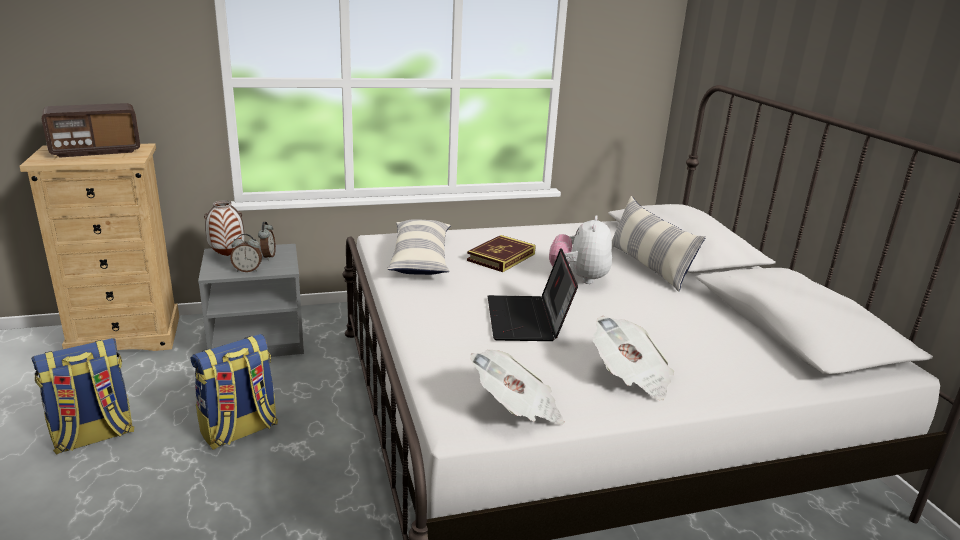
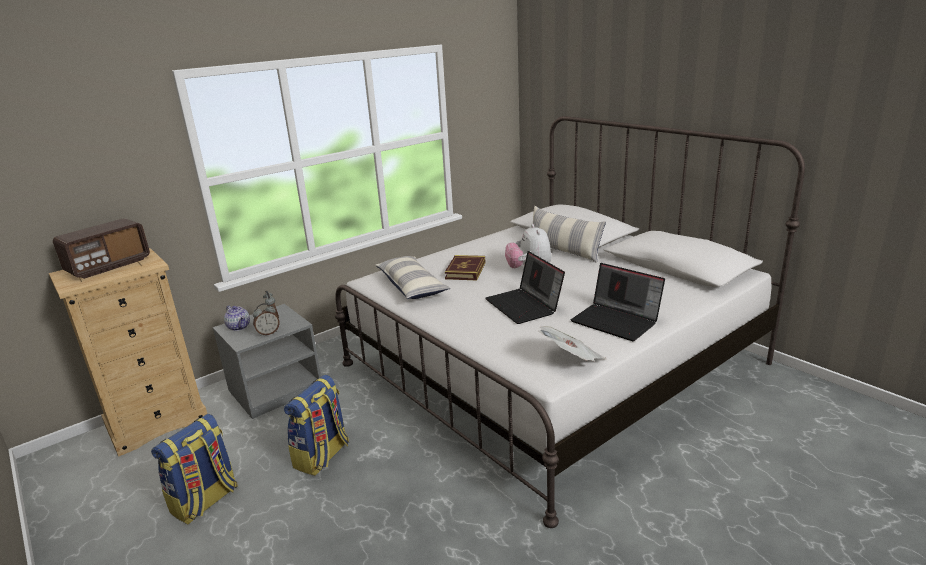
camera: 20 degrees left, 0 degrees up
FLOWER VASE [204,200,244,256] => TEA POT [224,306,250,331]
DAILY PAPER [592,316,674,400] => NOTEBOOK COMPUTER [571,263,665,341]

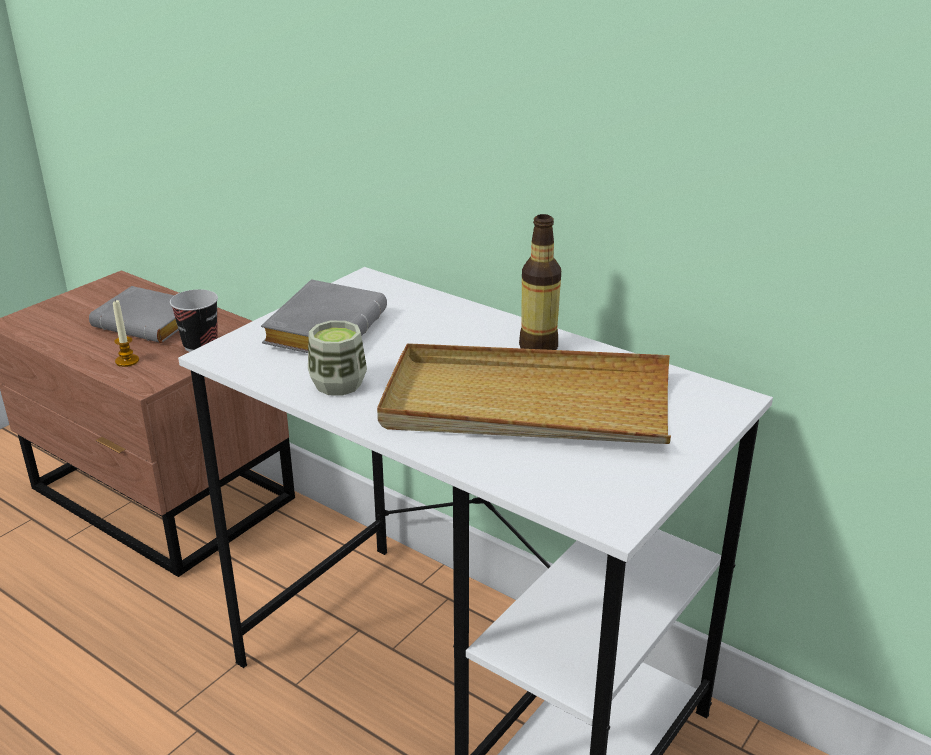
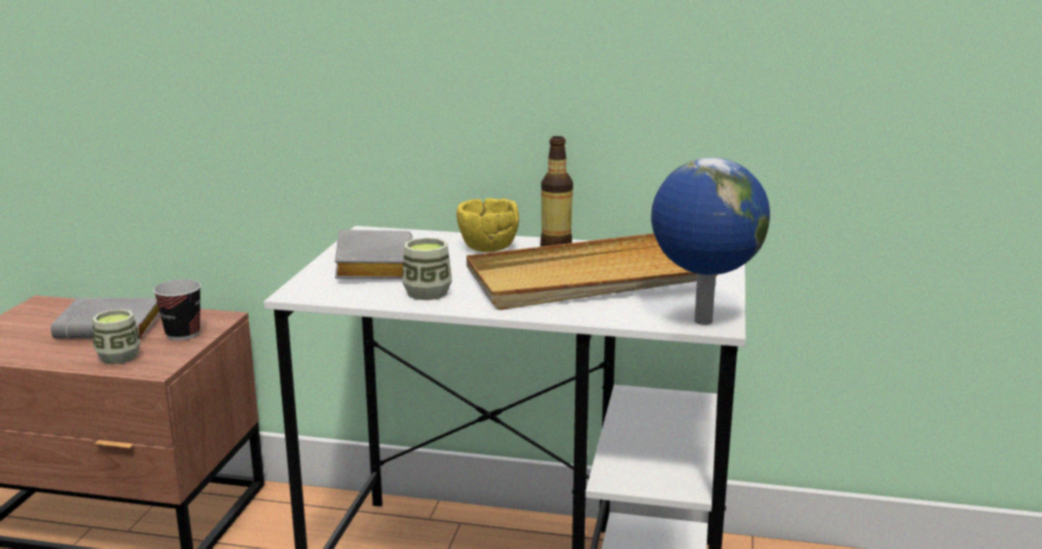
camera: 25 degrees left, 10 degrees down
CANDLE [113,299,139,367] => DRINKING CUP [92,309,141,364]
nothing => YELLOW SERVING BOWL [457,198,519,252]
nothing => GLOBE [651,158,770,325]

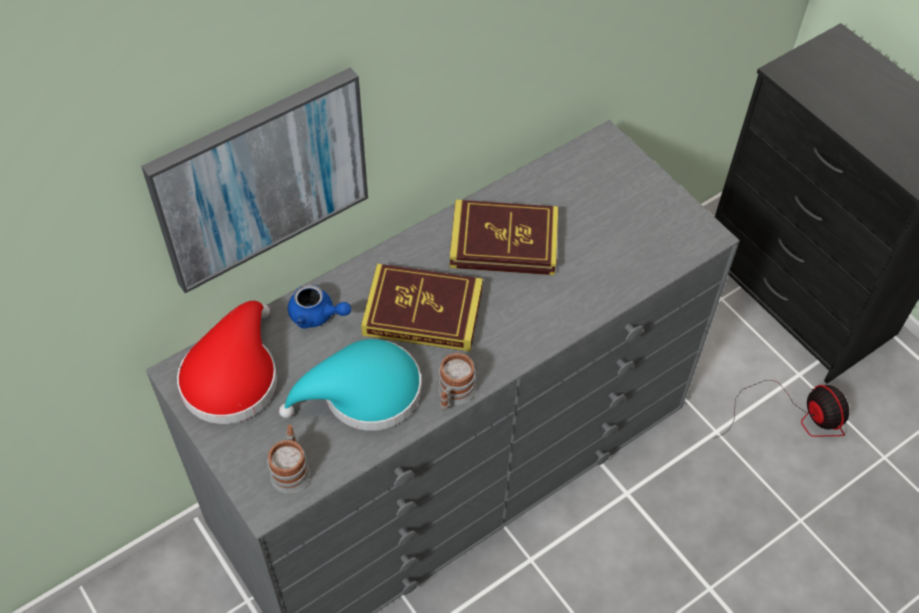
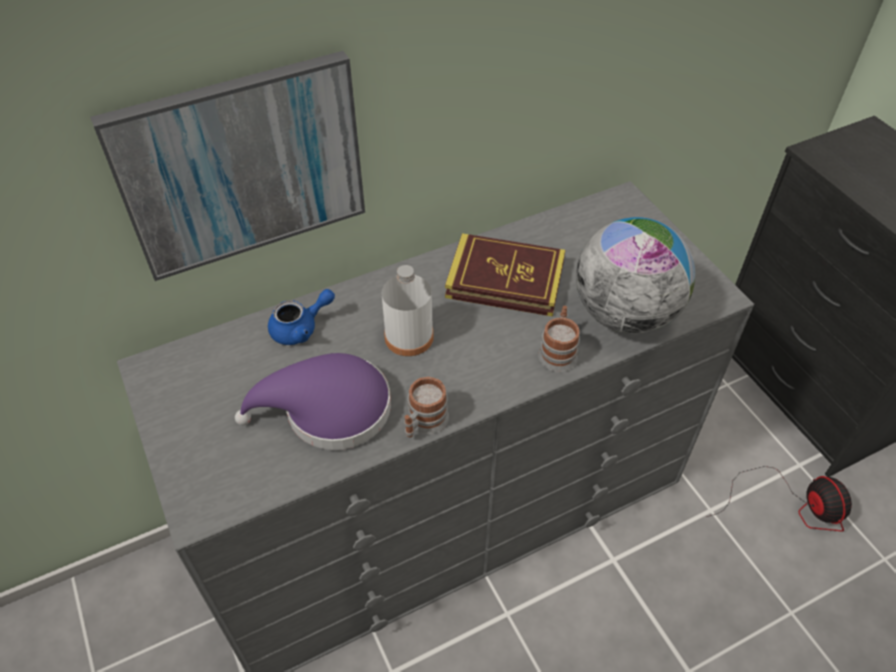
camera: 10 degrees right, 5 degrees down
TURQUOISE HAT [279,339,421,431] => PURPLISH HAT [235,353,391,450]
BLUE TEA POT [288,284,351,329] => BLUE TEA POT [268,289,335,345], 60 degrees counterclockwise
BOUND BOOK [361,264,483,352] => WHITE-COLOURED BOTTLE [382,265,434,356]
TEA MUG [268,425,311,493] => TEA MUG [538,306,580,372], move
nothing => GLOBE [576,217,695,334]
RED HAT [177,301,277,424] => nothing

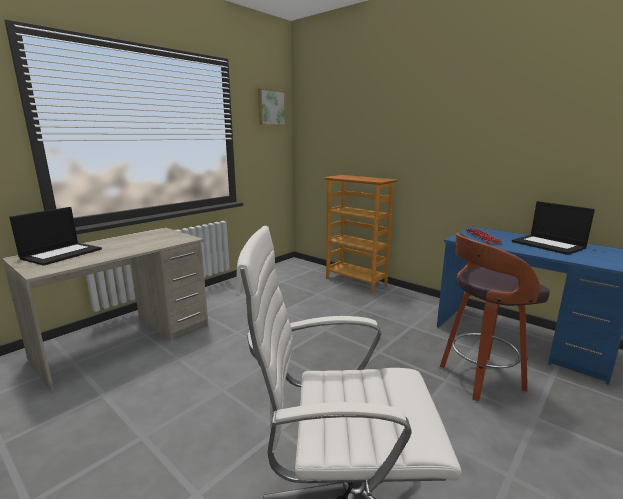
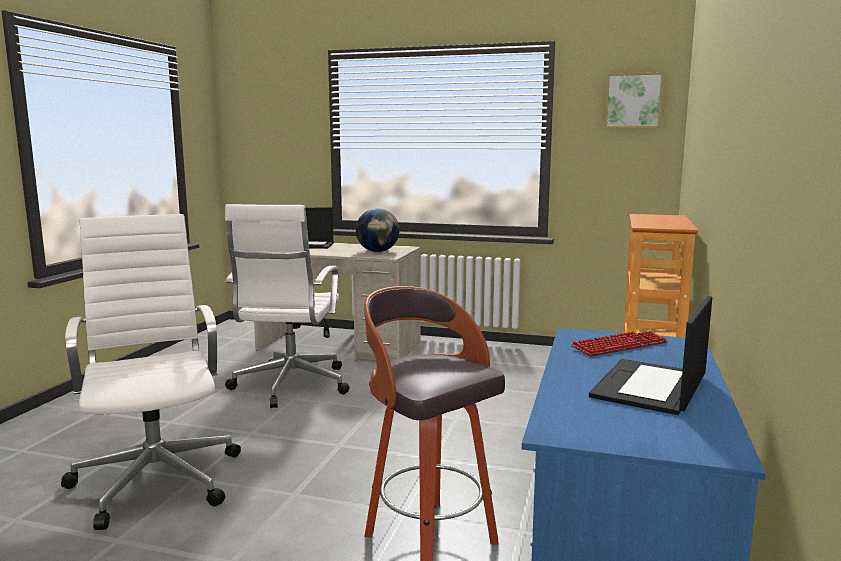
camera: 65 degrees right, 5 degrees down
nothing => WHITE-COLOURED DESK CHAIR [225,204,350,408]
nothing => GLOBE [356,208,399,252]

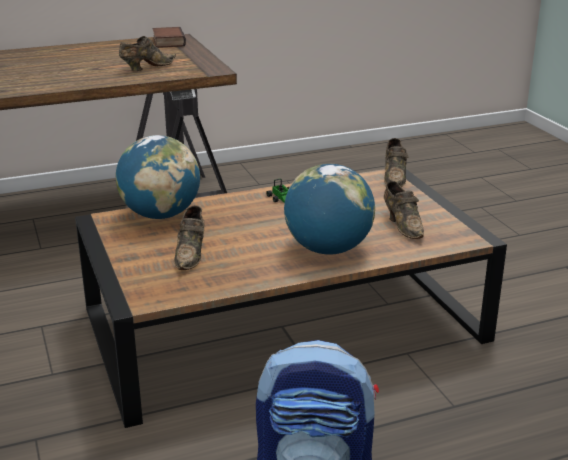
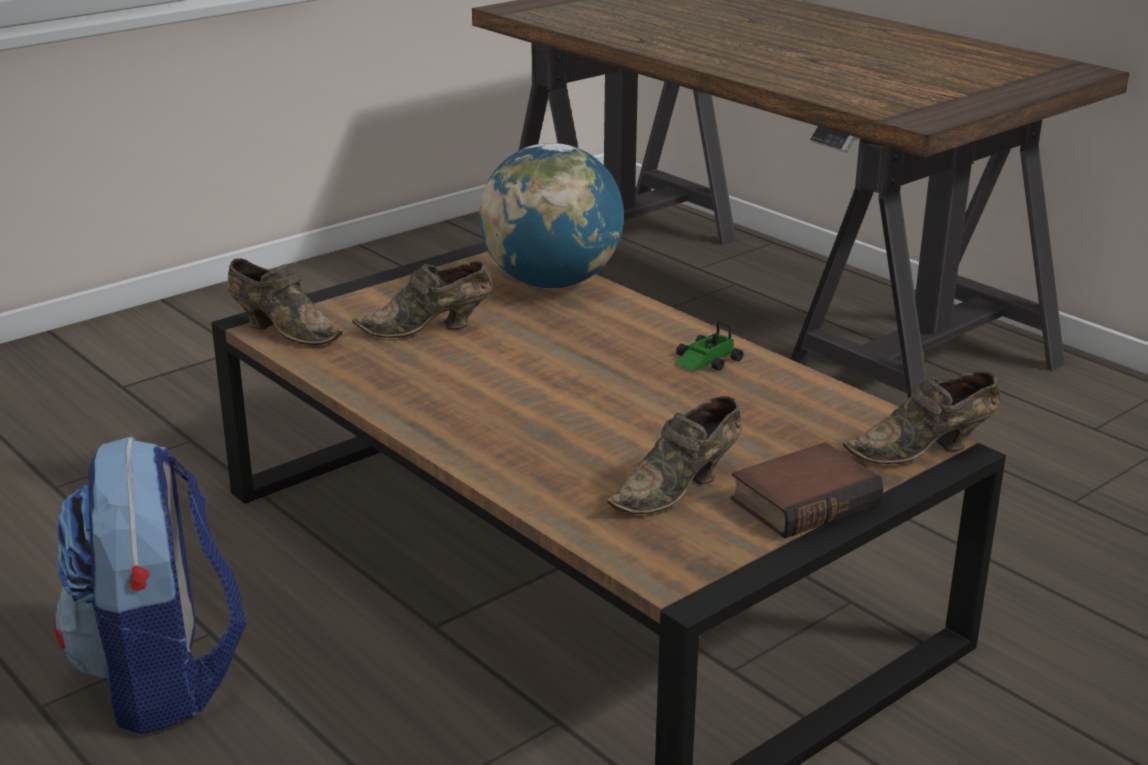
camera: 70 degrees right, 0 degrees up
BROWN-COLOURED SHOE [119,36,176,71] => BROWN-COLOURED SHOE [227,259,343,345], move
BOUND BOOK [153,27,186,48] => BOUND BOOK [731,442,883,538], move
GLOBE [284,164,375,254] => nothing

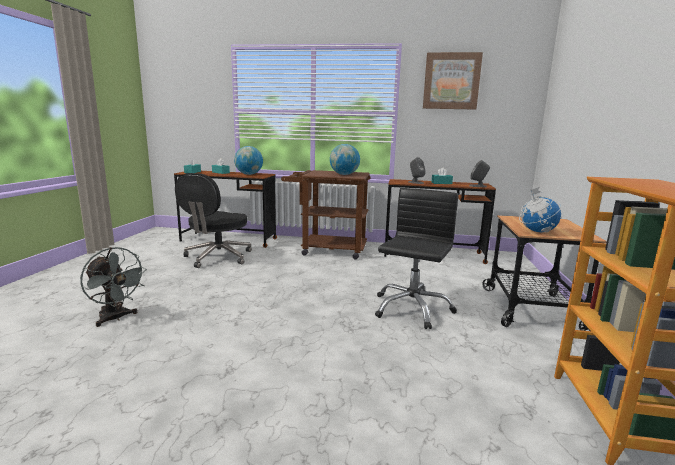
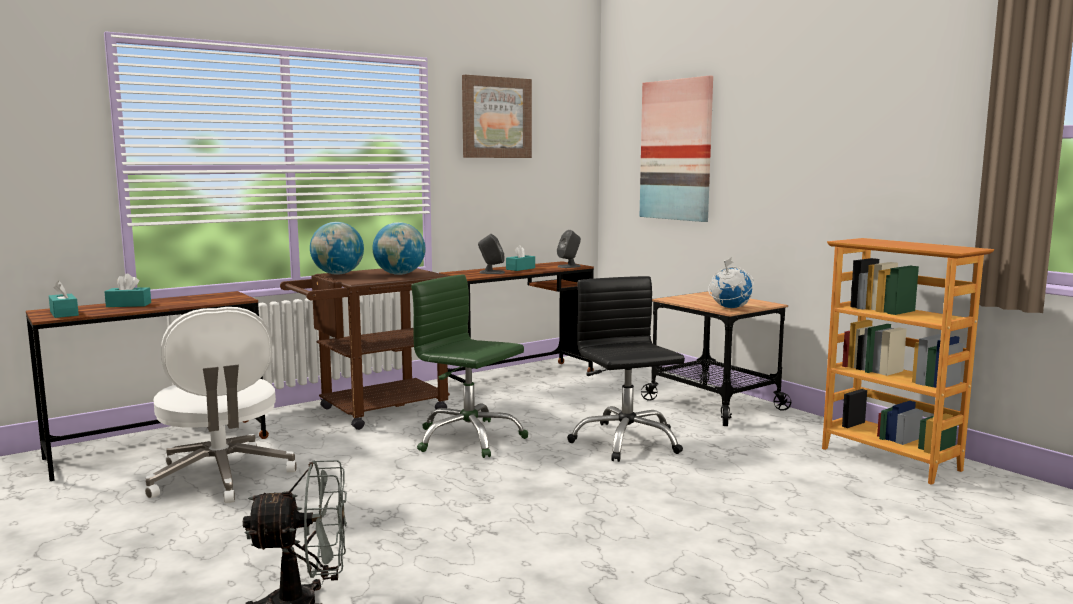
camera: 45 degrees left, 5 degrees down
BLACK DESK CHAIR [175,173,252,268] => WHITE-COLOURED DESK CHAIR [145,307,297,503]
GLOBE [234,146,263,175] => GLOBE [310,222,364,275], move
nothing => GREENISH DESK CHAIR [411,274,528,458]
nothing => WALL PICTURE [640,76,713,222]

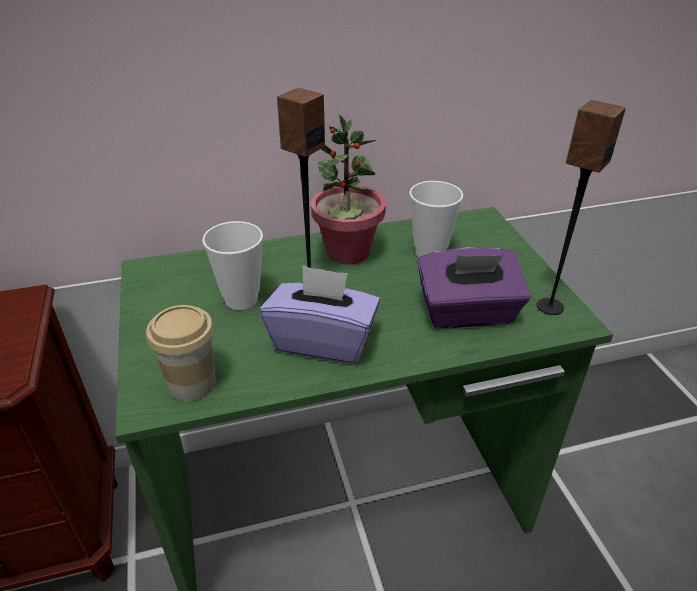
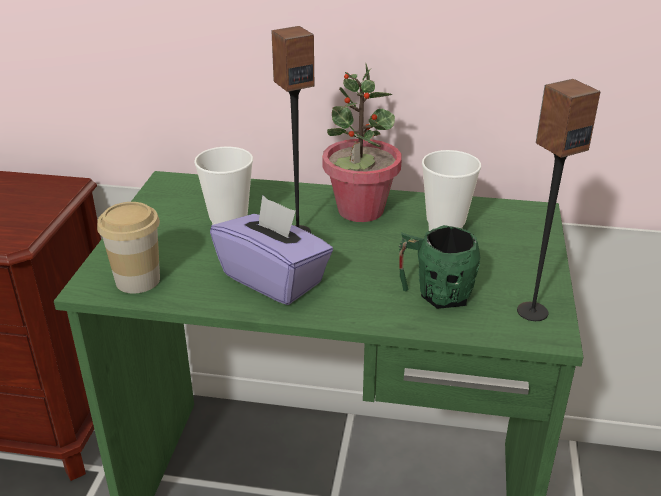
camera: 25 degrees right, 5 degrees down
PURPLISH BOX OF TISSUES [417,247,530,328] => GREENISH TEA MUG [399,225,481,309]

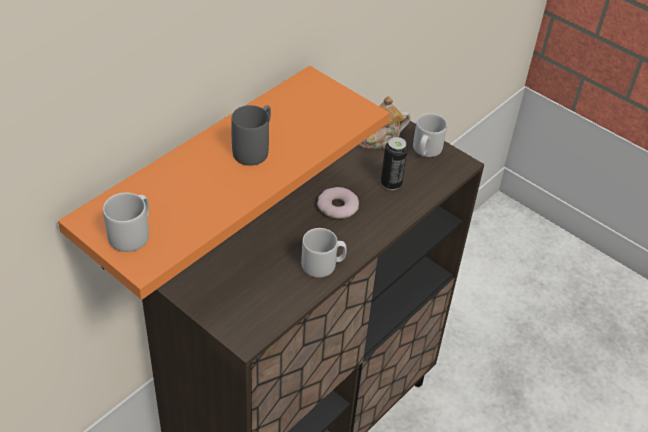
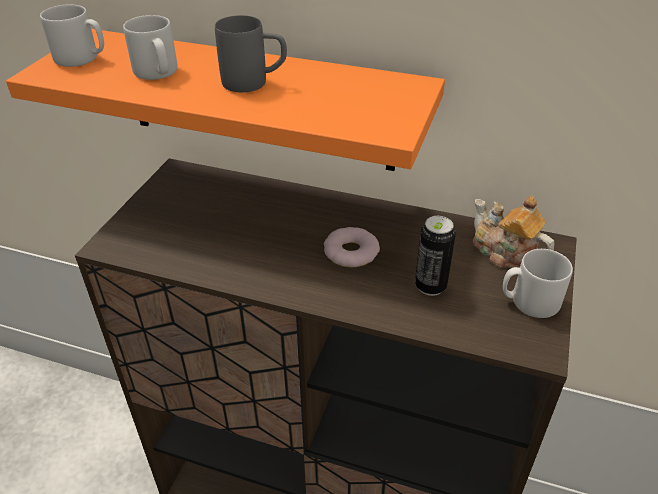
camera: 70 degrees right, 5 degrees down
GREYISH TEA MUG [301,228,347,278] => GREYISH TEA MUG [123,15,178,80], move

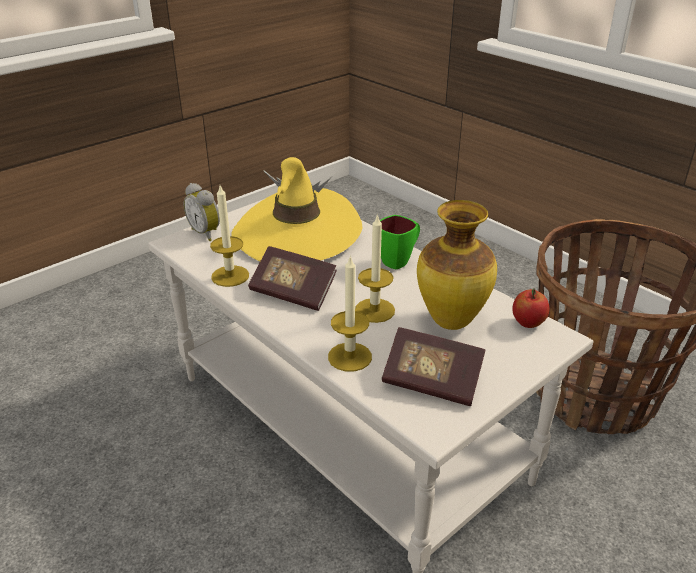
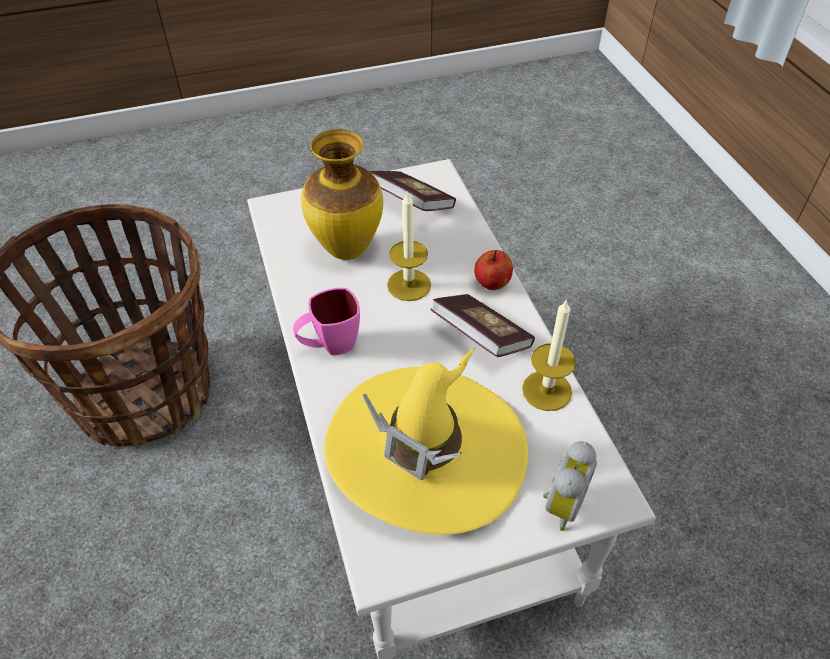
camera: 155 degrees left, 15 degrees up
GREENISH TEA MUG [380,215,420,269] => PINK-COLOURED TEA MUG [293,288,360,355]
APPLE FRUIT [512,289,549,328] => APPLE FRUIT [474,250,513,290], move
TABLE CLOCK [183,183,220,241] => TABLE CLOCK [543,441,597,531], 45 degrees clockwise
CANDLE [328,255,372,371] => nothing

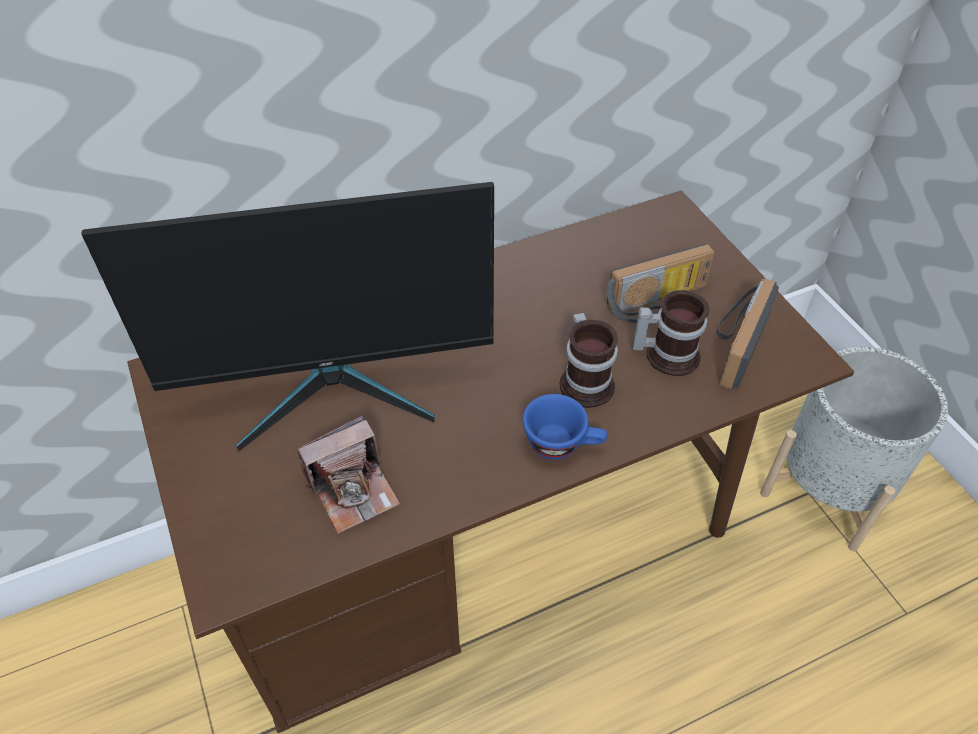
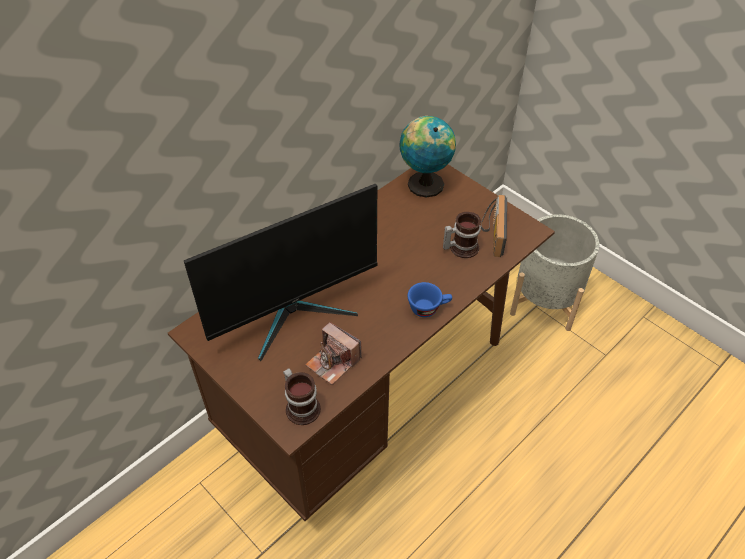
camera: 20 degrees left, 0 degrees up
TEA MUG [560,313,618,408] => TEA MUG [283,368,321,425], move
PHOTO CAMERA [297,416,400,534] => PHOTO CAMERA [305,322,362,385], 90 degrees clockwise
nothing => GLOBE [399,116,456,198]
RADIO SET [607,244,714,323] => nothing

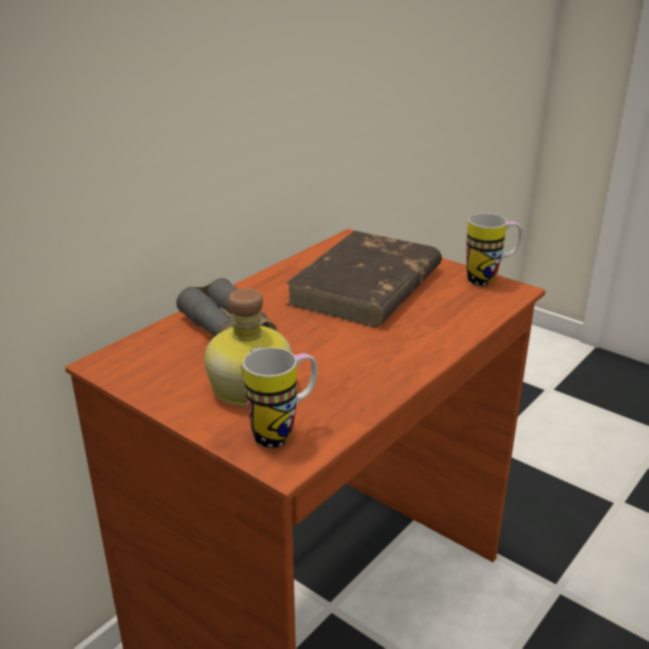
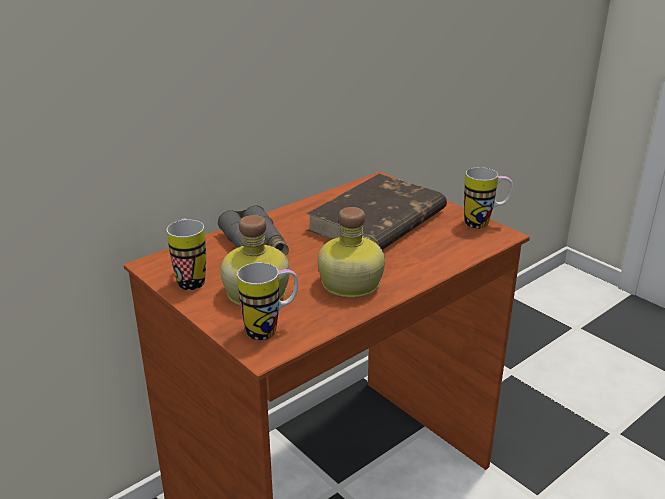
camera: 10 degrees right, 0 degrees up
nothing => TEA MUG [167,219,206,290]
nothing => BOTTLE [318,207,385,298]

